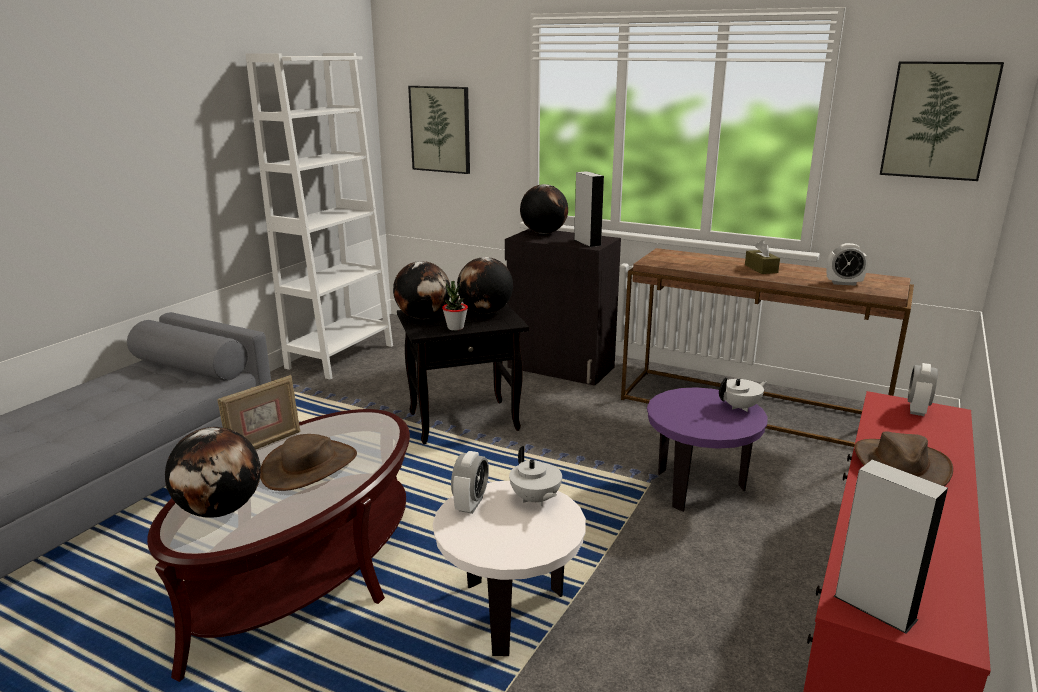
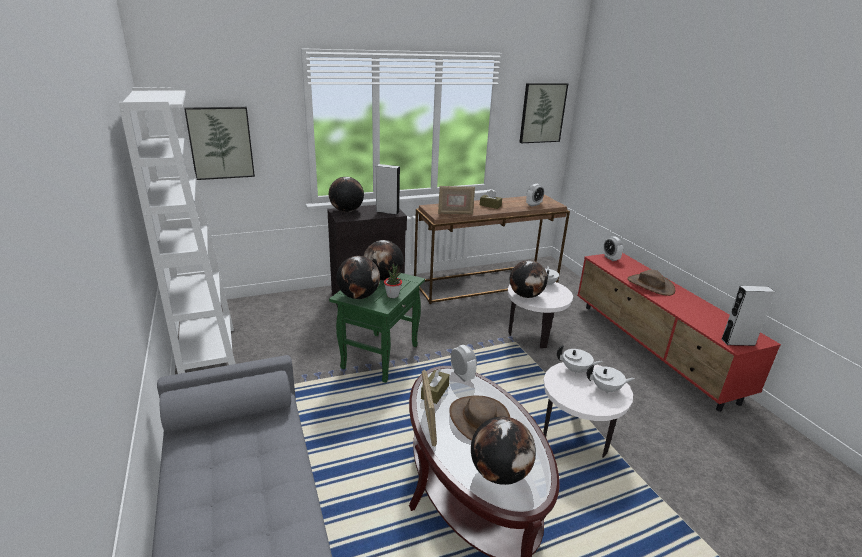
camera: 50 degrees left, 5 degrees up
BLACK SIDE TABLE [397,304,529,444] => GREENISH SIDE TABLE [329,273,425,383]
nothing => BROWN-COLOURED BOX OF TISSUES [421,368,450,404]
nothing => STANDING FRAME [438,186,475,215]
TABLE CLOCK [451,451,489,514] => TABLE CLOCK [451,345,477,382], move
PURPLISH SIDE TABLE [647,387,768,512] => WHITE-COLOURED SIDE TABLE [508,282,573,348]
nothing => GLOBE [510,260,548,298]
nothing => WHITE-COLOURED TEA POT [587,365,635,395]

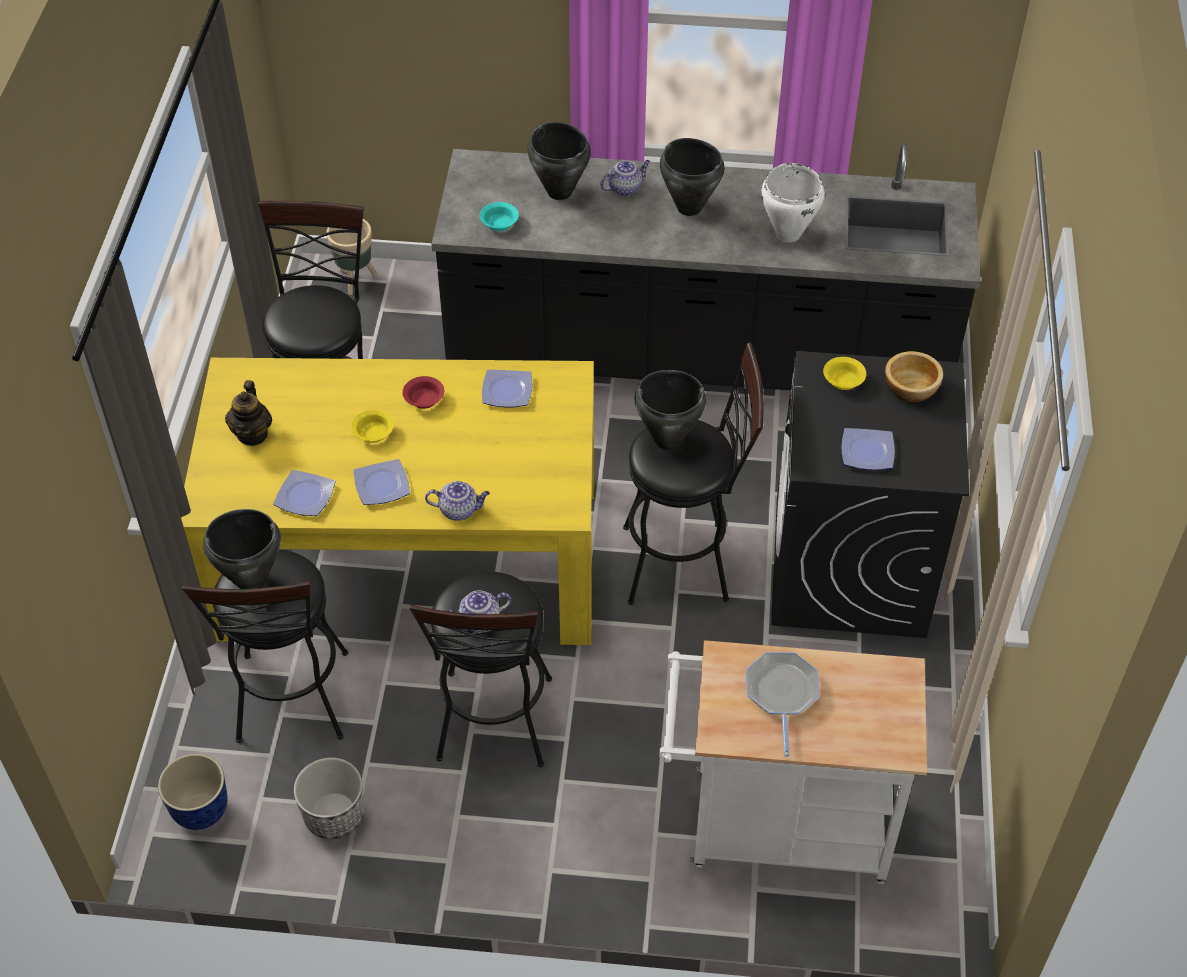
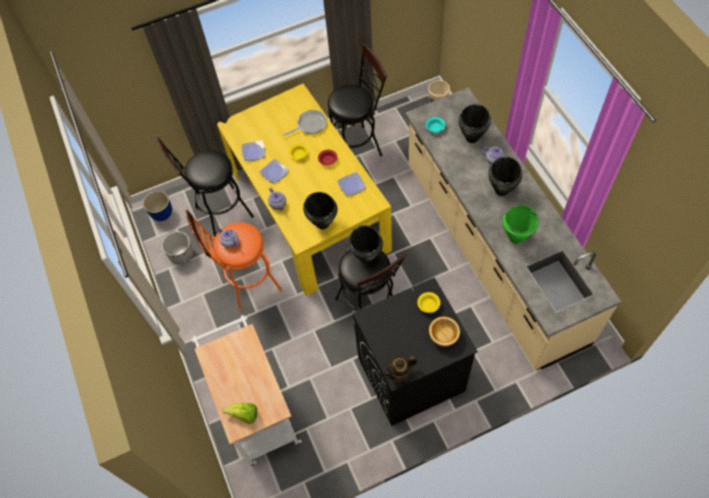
camera: 65 degrees right, 10 degrees up
BLACK SITTING STOOL [409,571,552,767] => ORANGE SITTING STOOL [185,210,283,311]
nothing => LETTUCE [222,403,257,424]
PAN [746,652,819,757] => PAN [283,110,327,136], move
BLACK STOCKPOT [203,509,281,589] => BLACK STOCKPOT [303,192,338,229], move
TEA POT [225,380,272,446] => TEA POT [383,355,417,383], move
BLACK KITCHEN BASE UNIT [432,143,980,390] => BEIGE KITCHEN BASE UNIT [405,87,622,370]
WHITE-COLOURED STOCKPOT [761,163,825,242] => GREENISH STOCKPOT [502,205,539,244]
FLAT DISH [841,428,895,470] => nothing

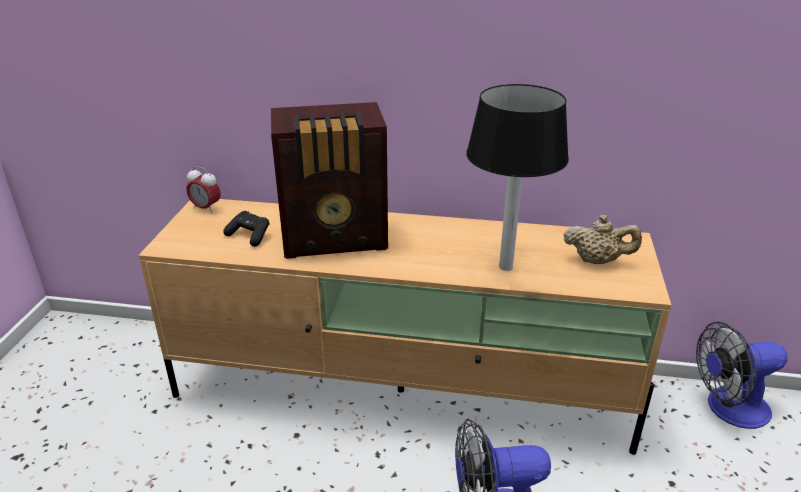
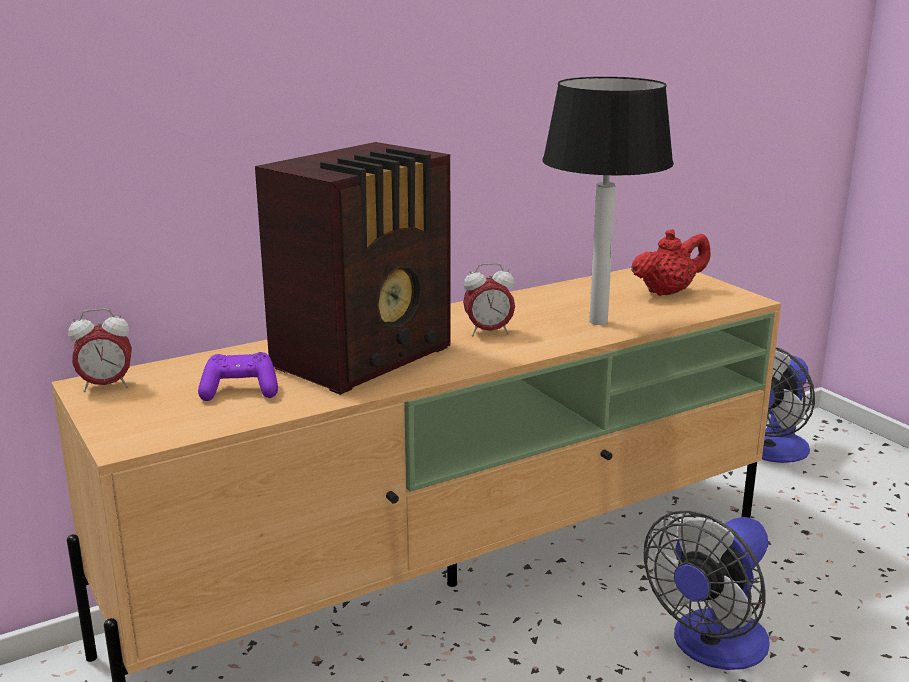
camera: 40 degrees left, 10 degrees down
BLACK GAME CONTROLLER [223,211,269,247] => PURPLISH GAME CONTROLLER [198,352,278,401]
nothing => TABLE CLOCK [463,263,515,336]
BEIGE TEA POT [564,215,642,264] => RED TEA POT [631,229,711,296]

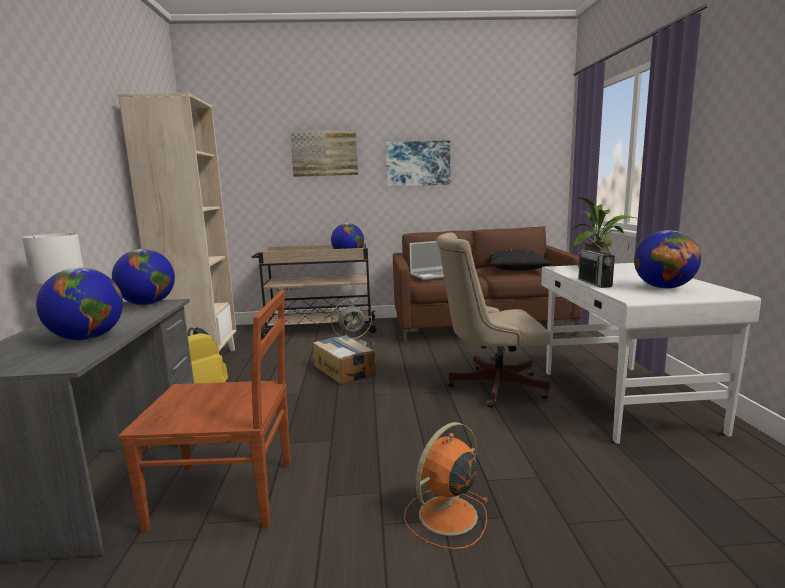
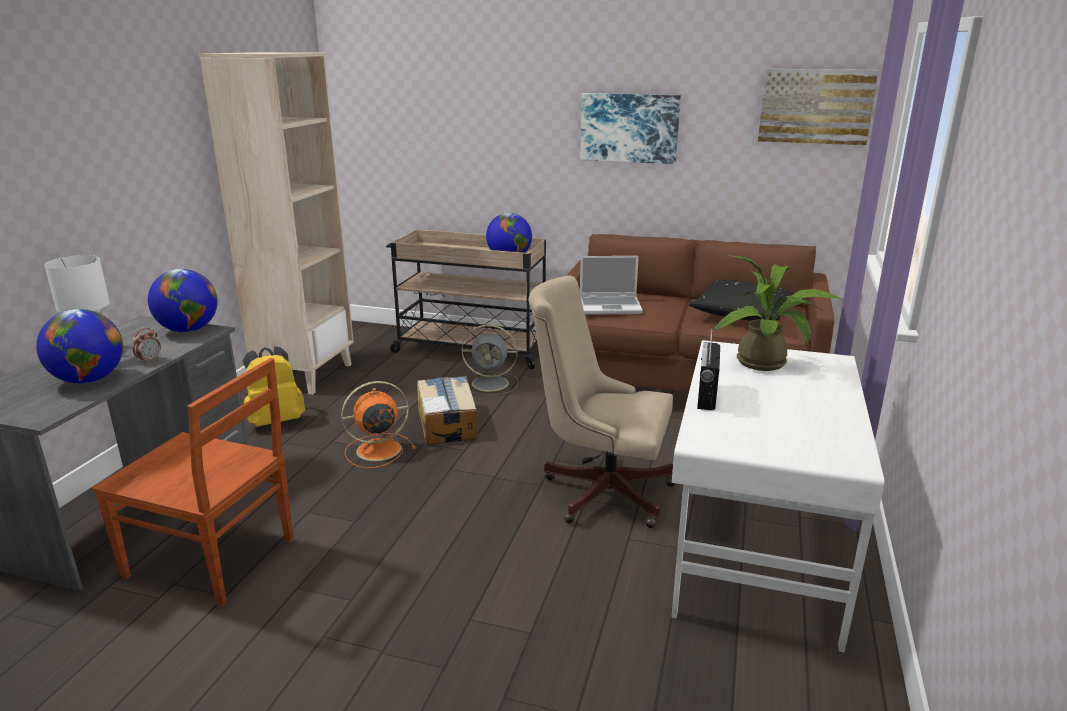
camera: 20 degrees right, 10 degrees up
nothing => TABLE CLOCK [133,328,161,364]
ORANGE ELECTRIC FAN [404,422,489,549] => ORANGE ELECTRIC FAN [341,381,415,468], move
WALL PICTURE [290,130,358,177] => WALL PICTURE [758,69,879,145], move
GLOBE [634,230,701,289] => nothing

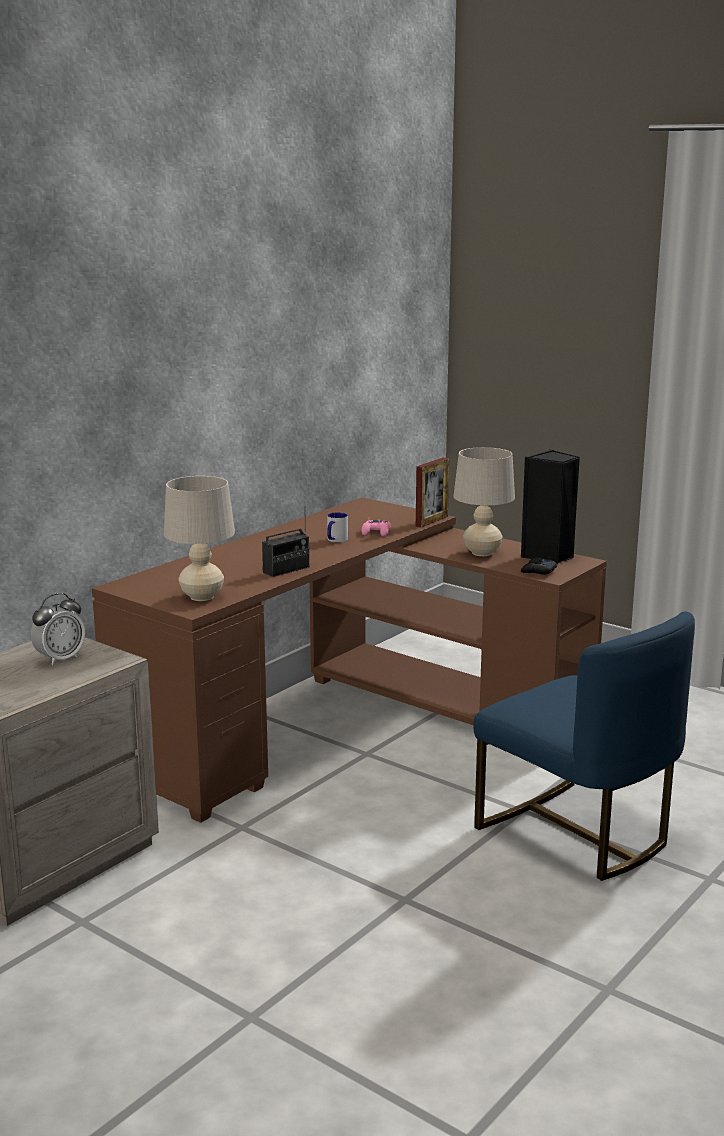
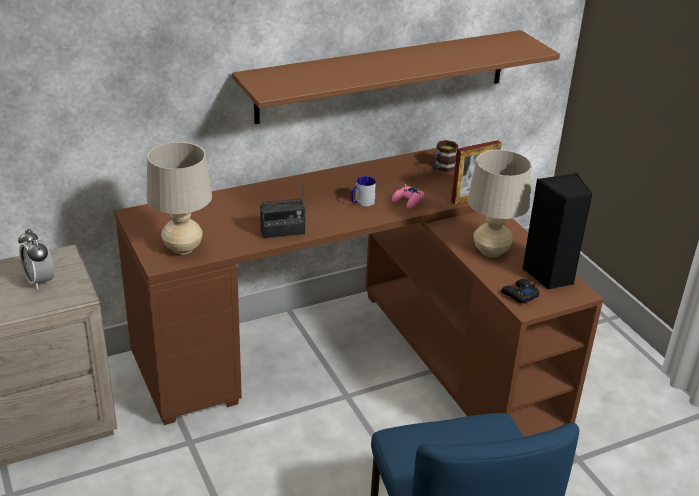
camera: 25 degrees right, 15 degrees up
TABLE CLOCK [31,593,85,665] => TABLE CLOCK [18,229,54,290], 75 degrees clockwise
nothing => BROWN-COLOURED WALL SHELF [232,30,560,124]
nothing => TEA MUG [433,140,458,172]

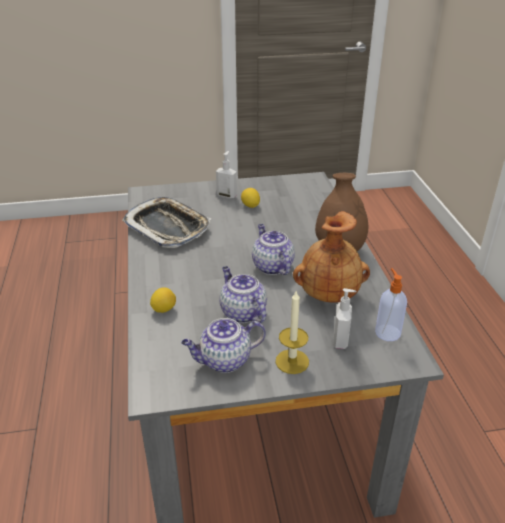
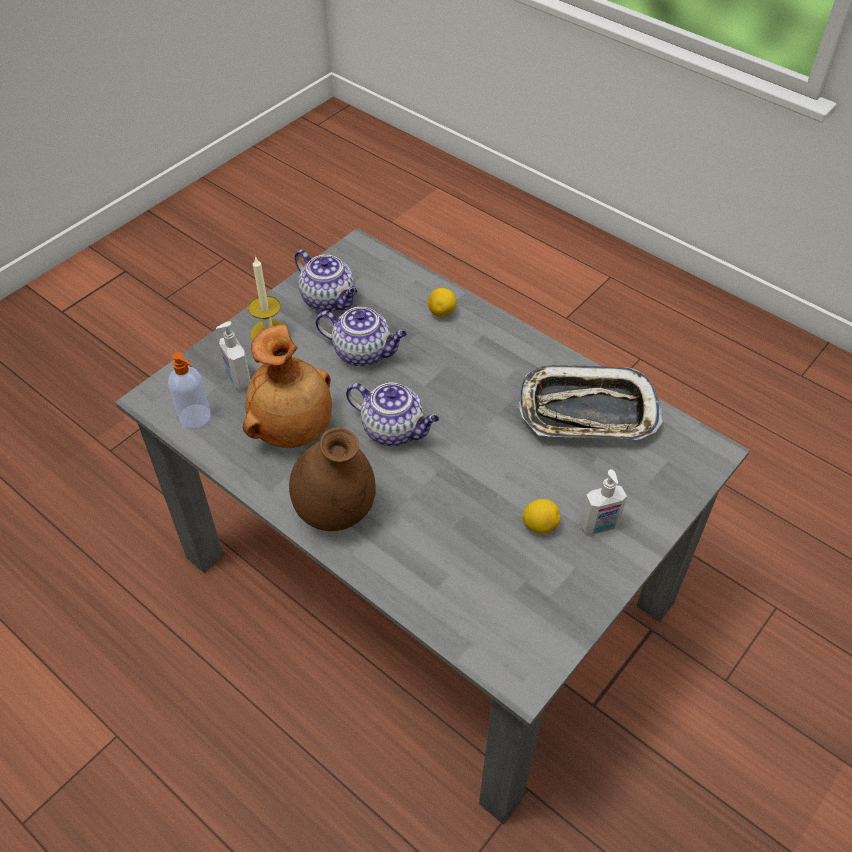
camera: 140 degrees right, 15 degrees up
TEA POT [181,318,266,373] => TEA POT [295,249,358,312], 105 degrees clockwise

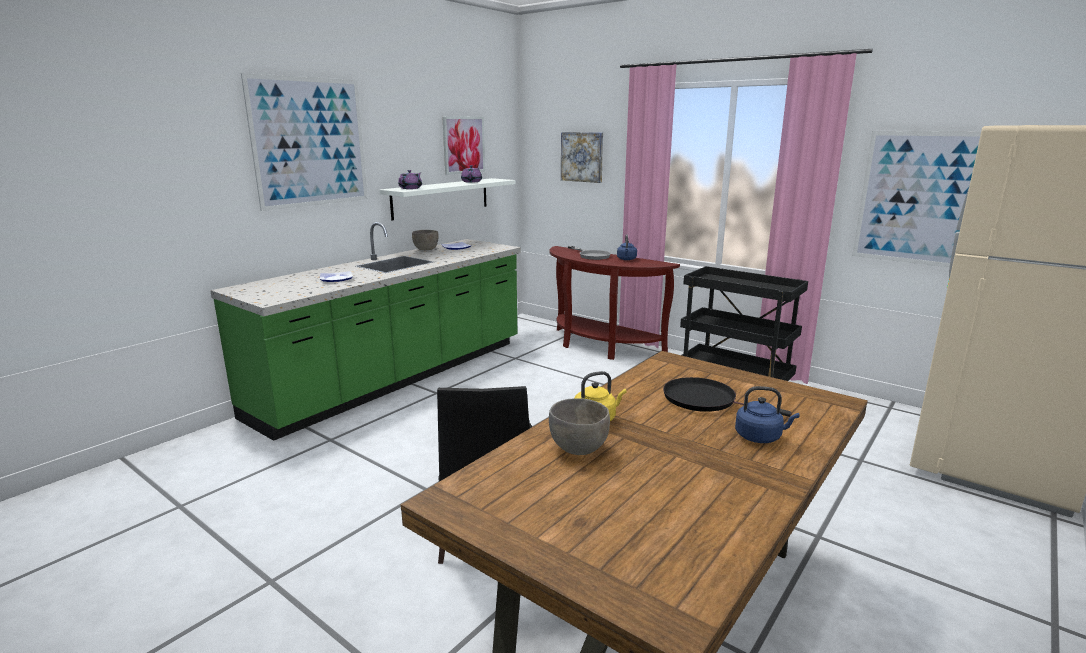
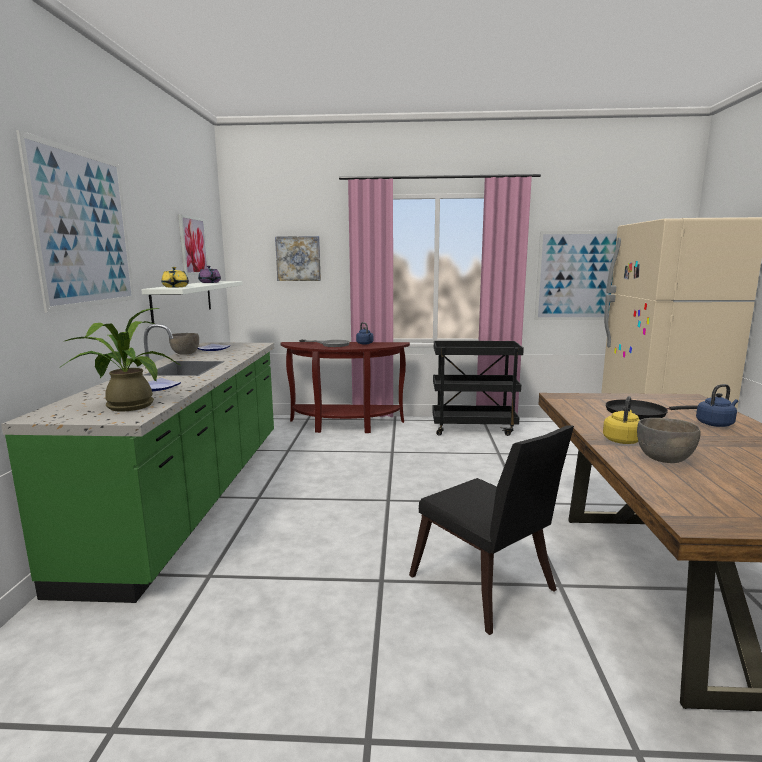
camera: 35 degrees left, 5 degrees down
nothing => POTTED PLANT [61,308,180,412]
PURPLISH TEA POT [398,170,422,189] => YELLOW TEA POT [161,267,189,288]

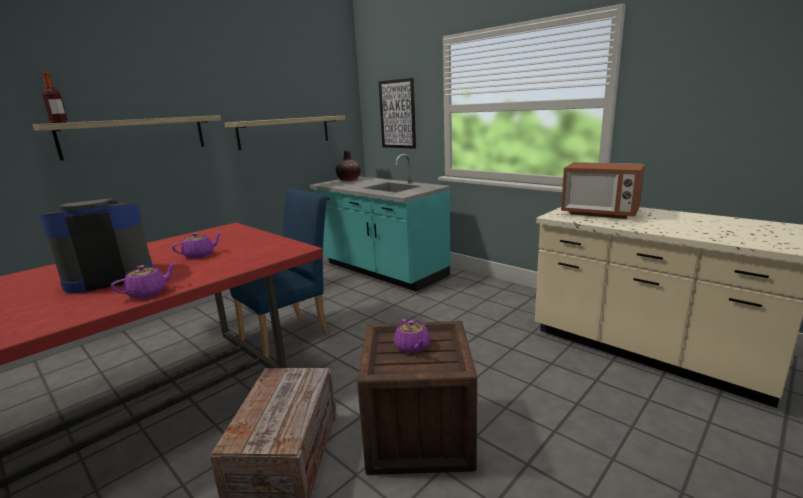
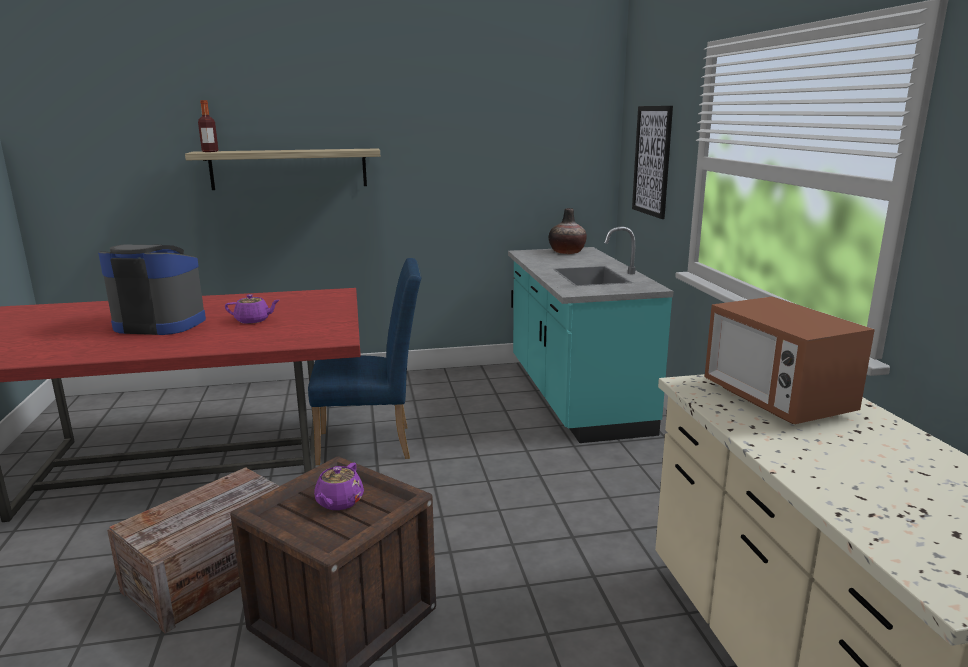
camera: 35 degrees right, 0 degrees up
PURPLISH TEA POT [111,263,176,299] => nothing
WALL SHELF [224,116,345,150] => nothing

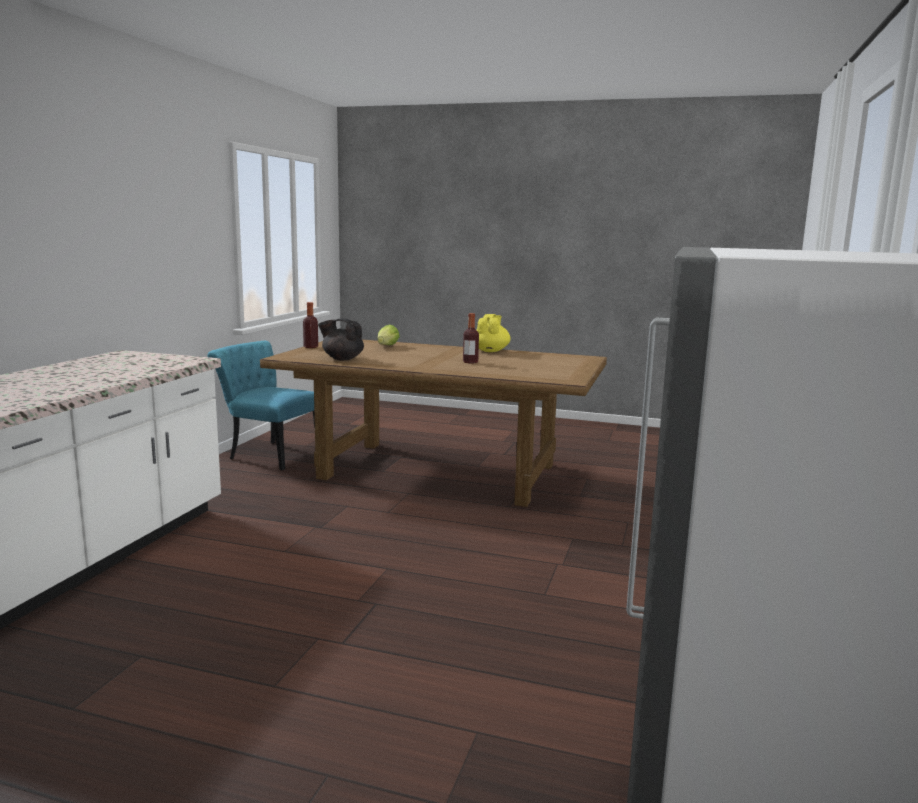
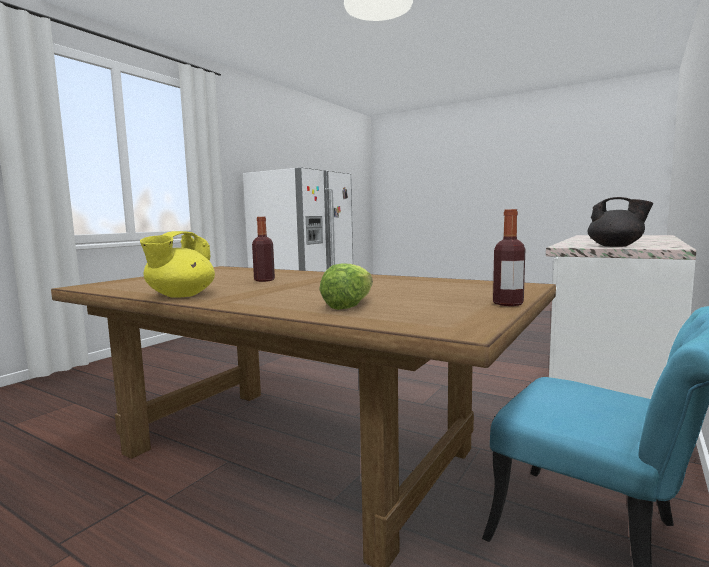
camera: 165 degrees left, 5 degrees down
BLACK TEA POT [318,318,364,360] => BLACK TEA POT [588,197,653,247], move

